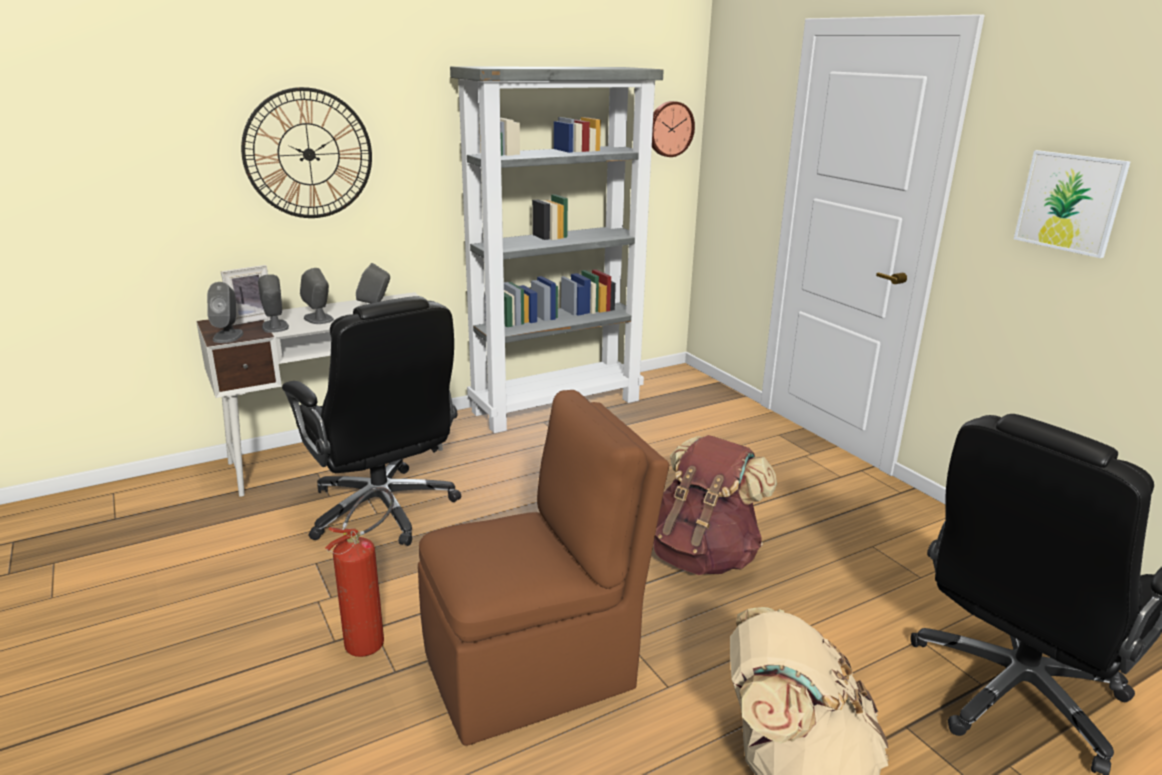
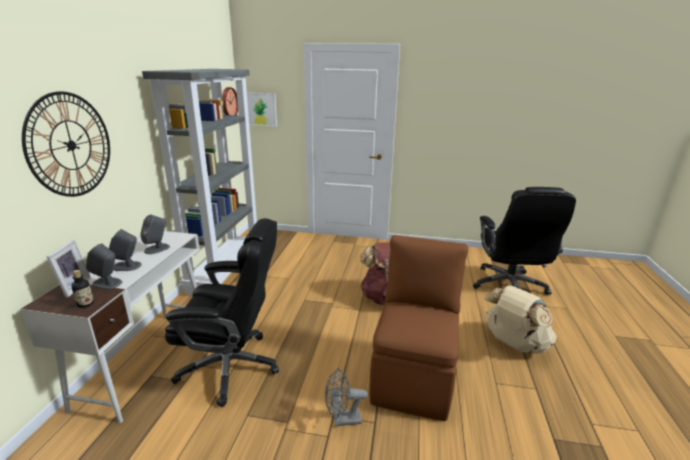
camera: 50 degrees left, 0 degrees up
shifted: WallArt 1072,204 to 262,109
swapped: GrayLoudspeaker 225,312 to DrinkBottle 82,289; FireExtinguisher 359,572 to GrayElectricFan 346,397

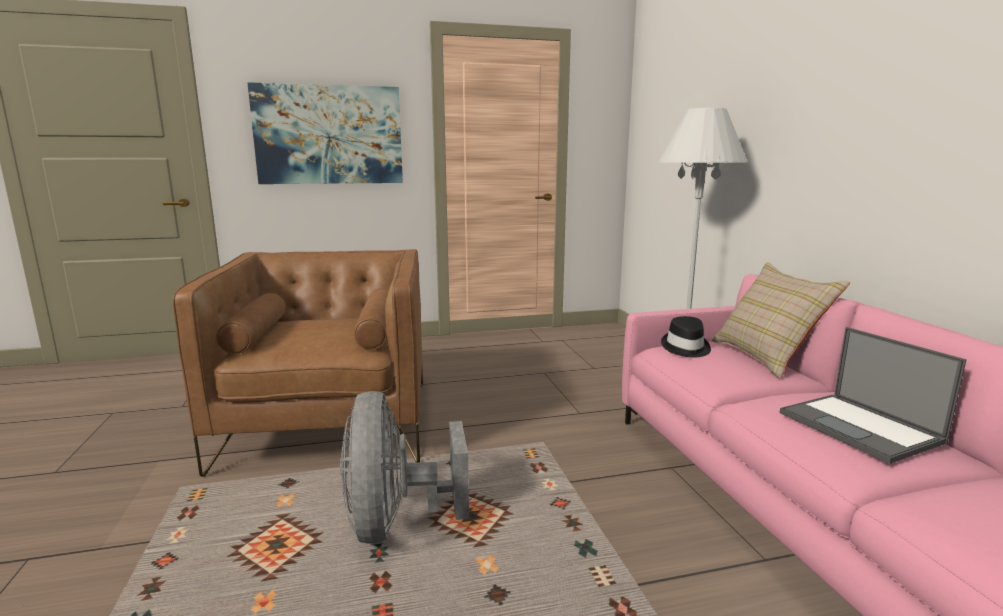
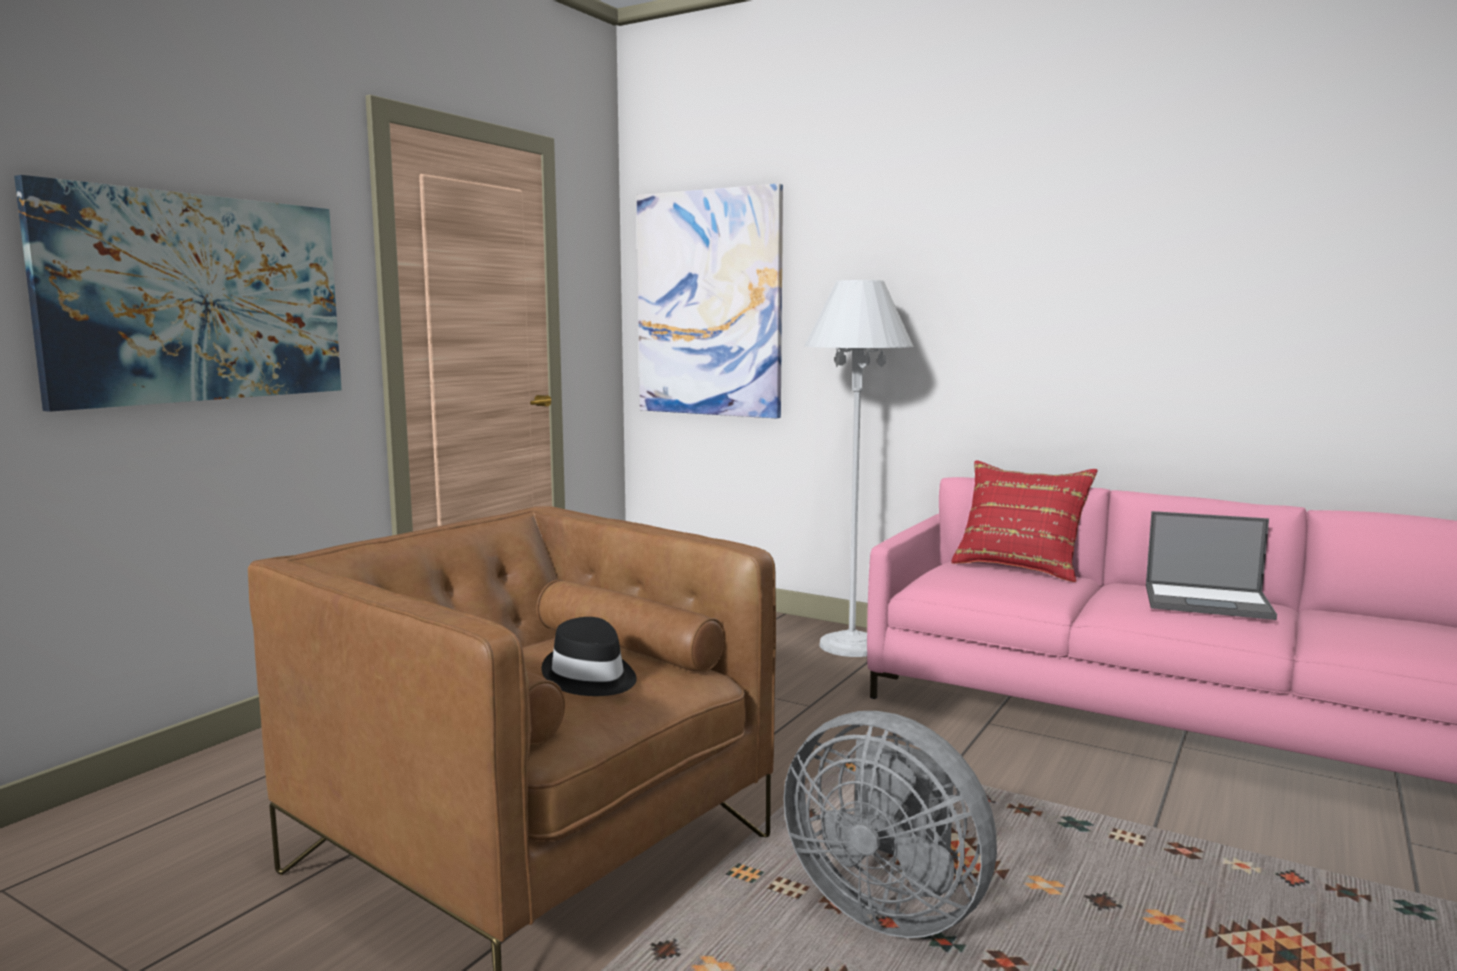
camera: 45 degrees left, 5 degrees down
new: WallArt 710,300
shifted: BlackColouredClothingHat 686,336 to 589,656
repainted: SandColouredPillow 780,320 to ReddishPillow 1024,521

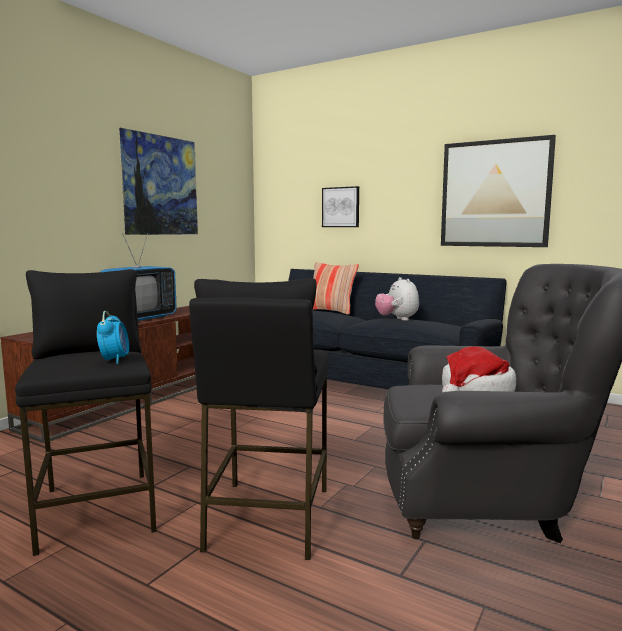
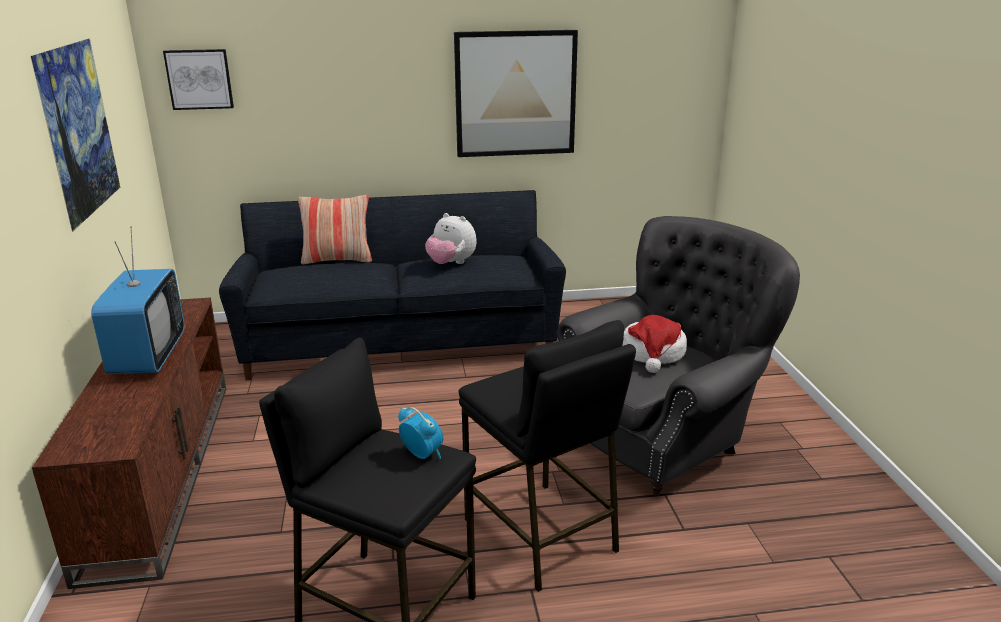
camera: 40 degrees left, 15 degrees up
shifted: WallArt 340,206 to 198,79

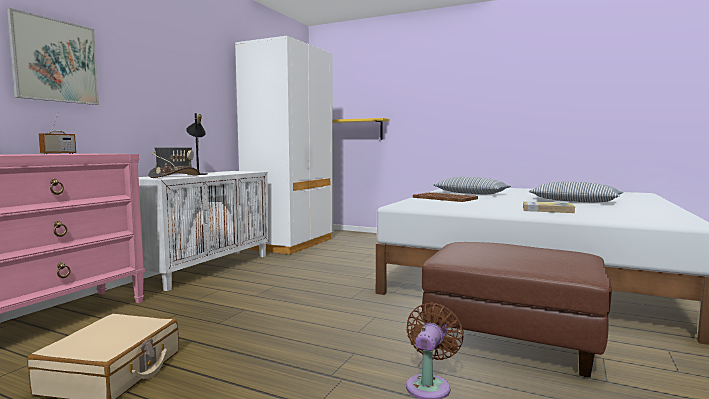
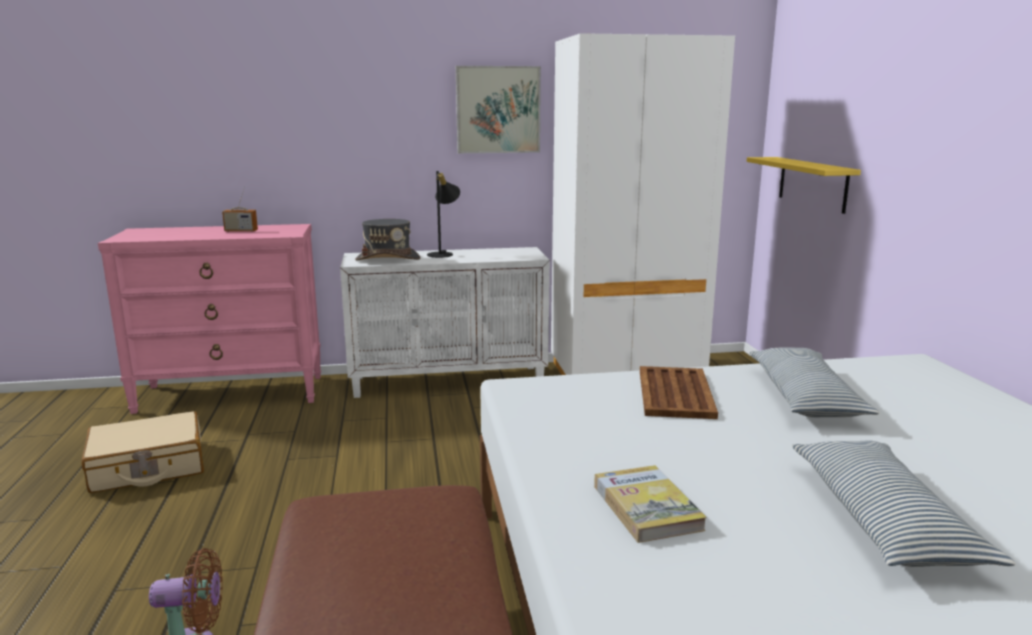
camera: 55 degrees right, 10 degrees up
shifted: WallArt 53,56 to 498,109

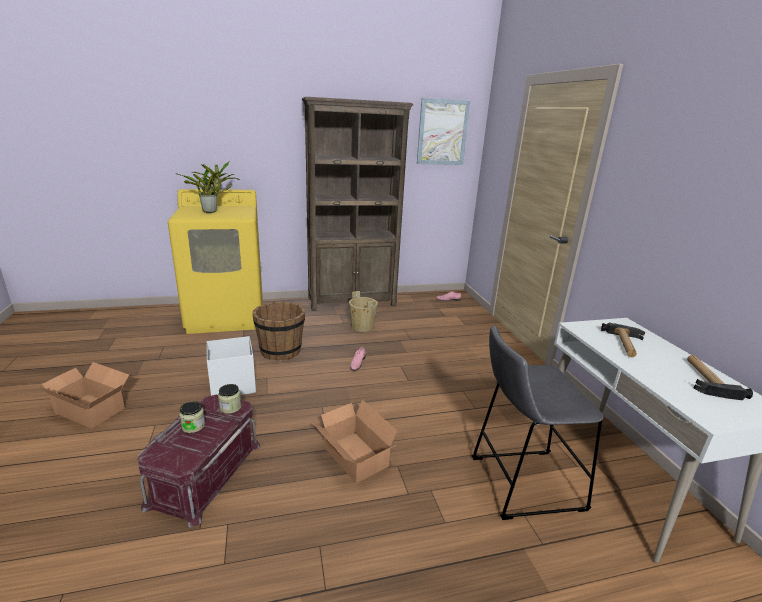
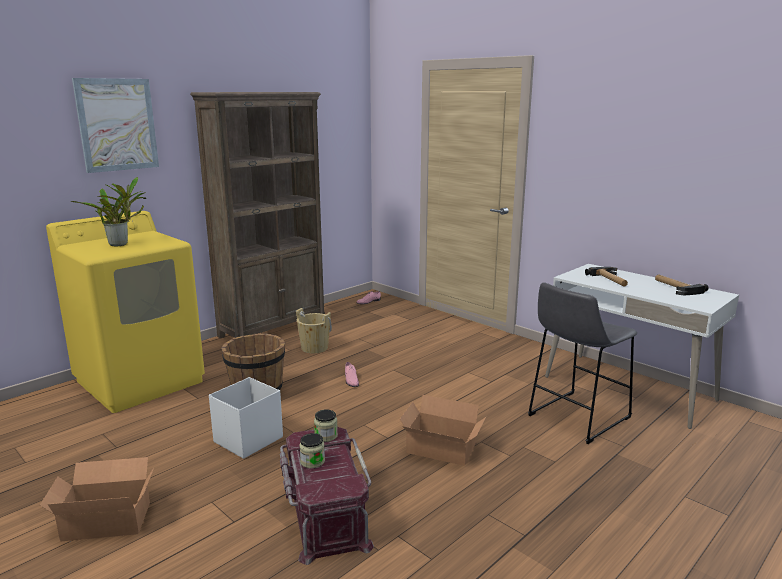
camera: 30 degrees left, 5 degrees down
shifted: WallArt 443,131 to 115,125

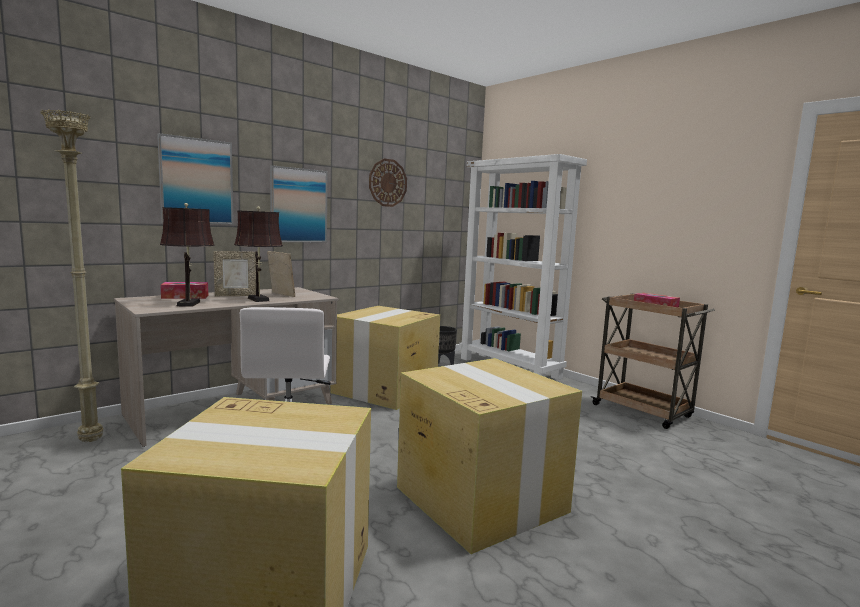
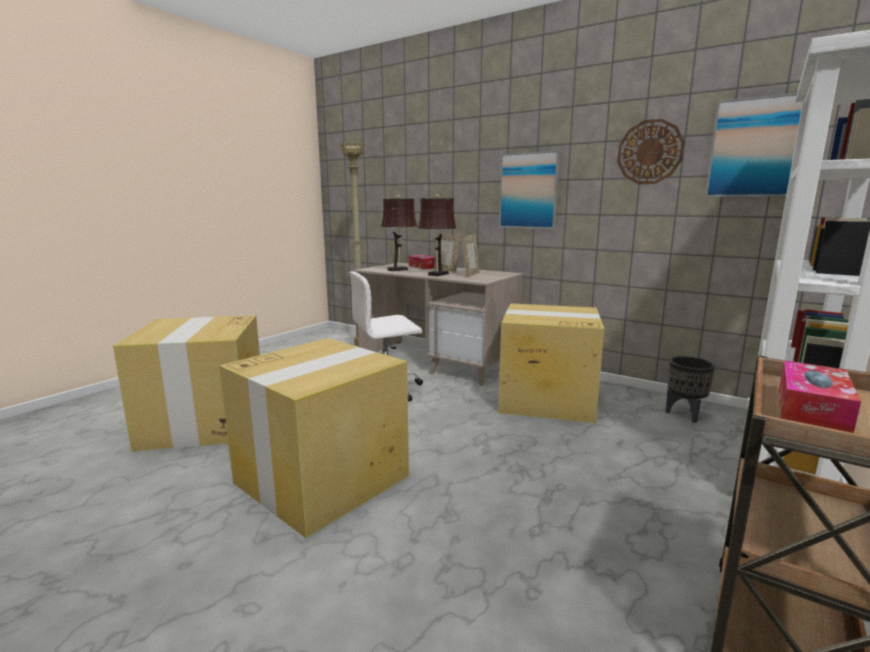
camera: 75 degrees right, 5 degrees up
shifted: WallArt 195,178 to 754,145

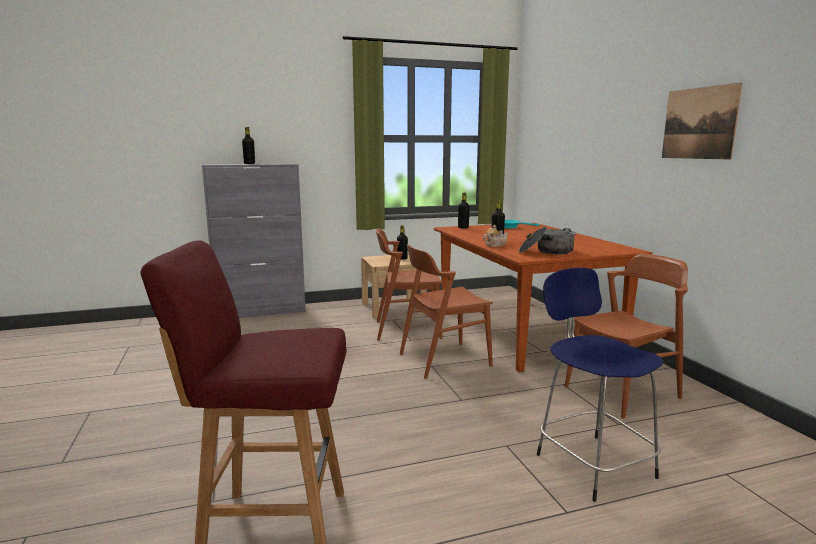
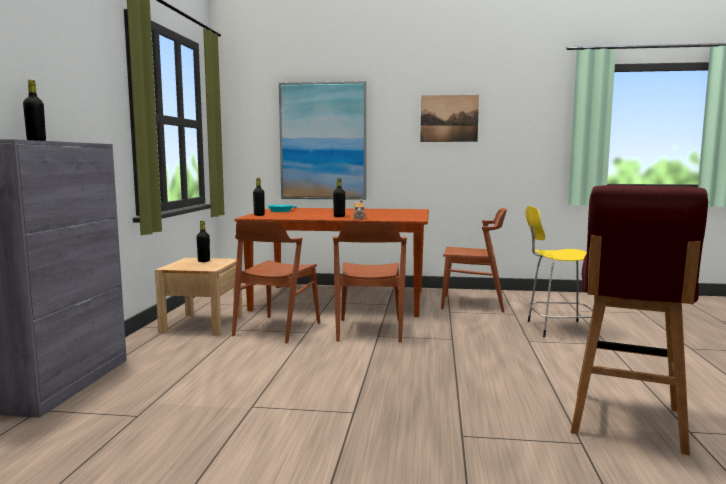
camera: 65 degrees left, 5 degrees down
gone: CookingPot 547,240
new: WallArt 322,140
repainted: BlueStoolSeat 600,385 to YellowColouredStoolSeat 560,271
rotated: BrownColouredUprightChair 626,336 = 474,260 105 degrees clockwise

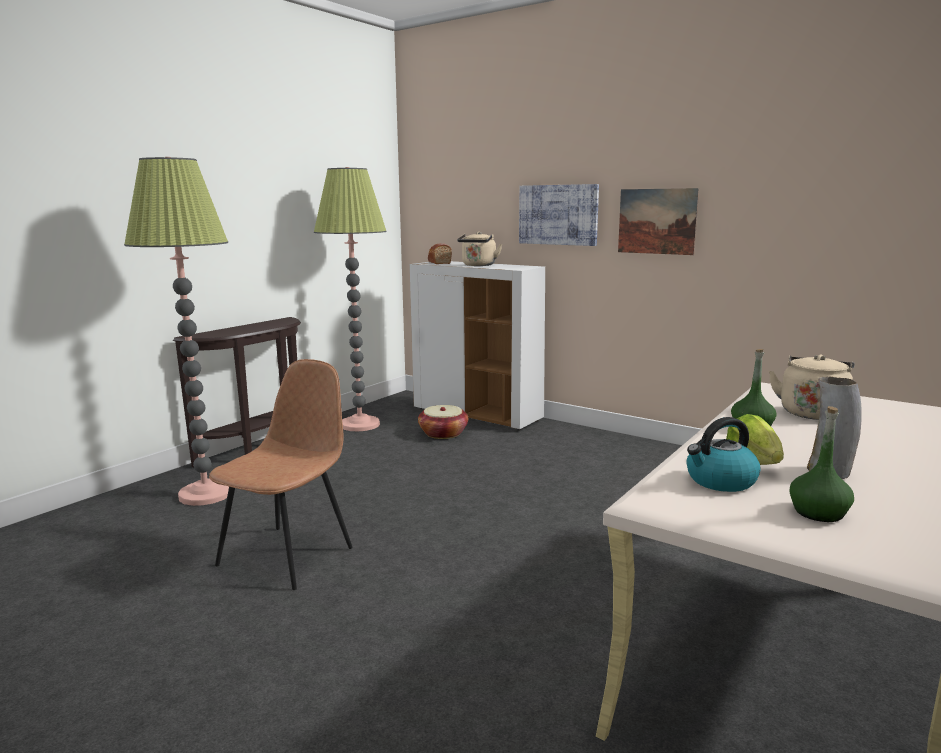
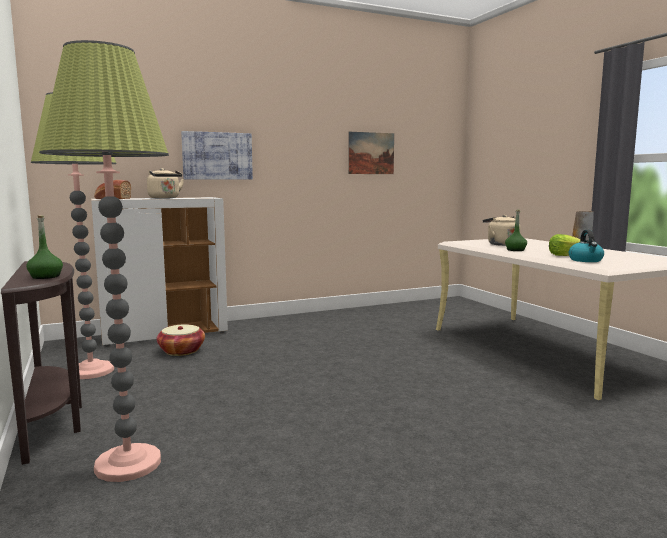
camera: 60 degrees left, 5 degrees down
gone: BrownColouredUprightChair 281,474
shifted: WallArt 658,221 to 371,153; GreenishDrinkBottle 822,464 to 44,247

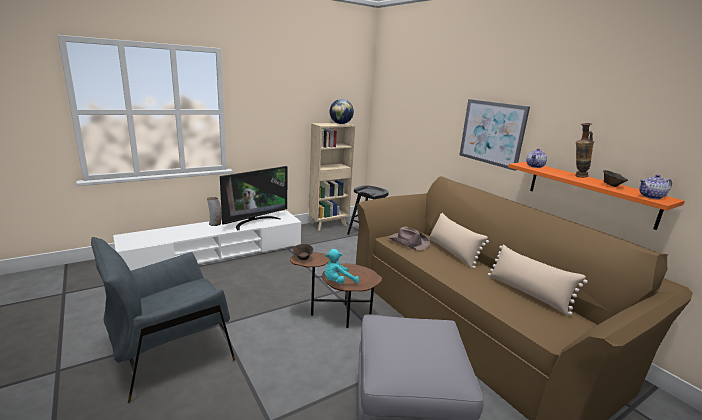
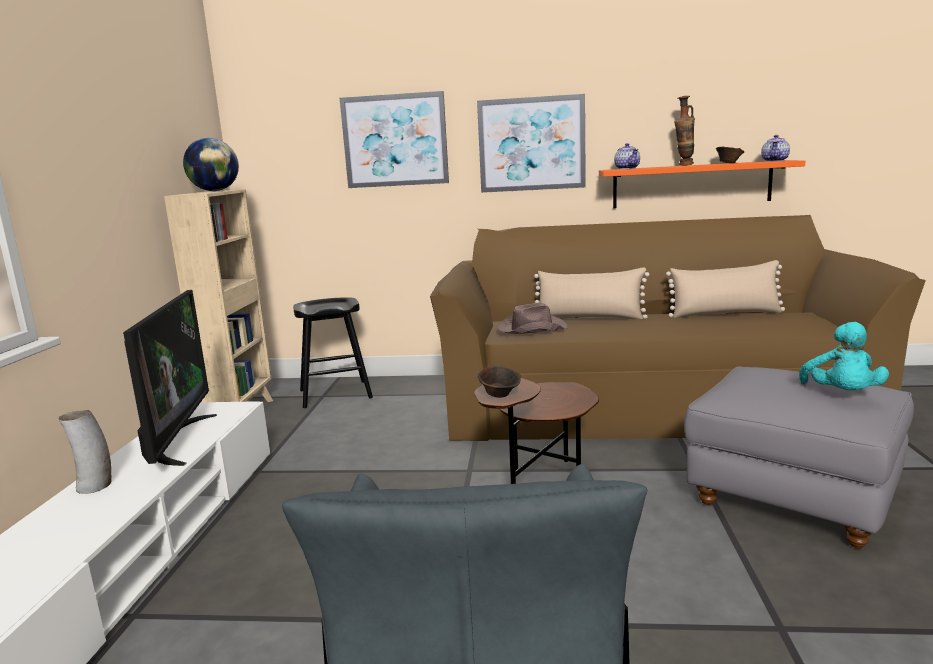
camera: 50 degrees left, 5 degrees down
new: WallArt 394,139
shifted: TurquoiseSoftToy 342,266 to 844,356

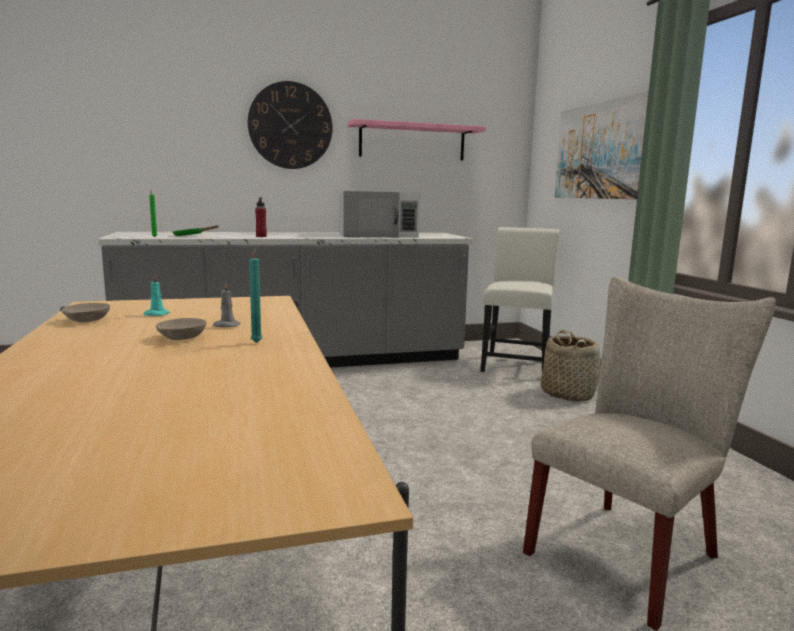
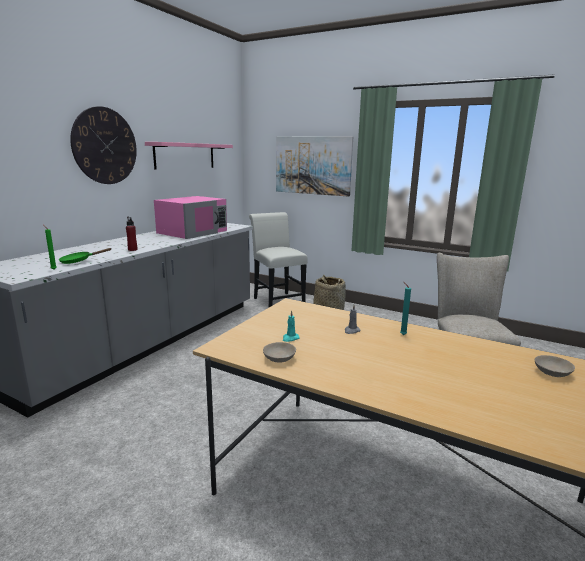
camera: 45 degrees left, 5 degrees up
shifted: SandColouredBowl 181,329 to 555,366
repainted: WhiteKitchenMicrowave 379,214 to PinkColouredKitchenMicrowave 190,217

